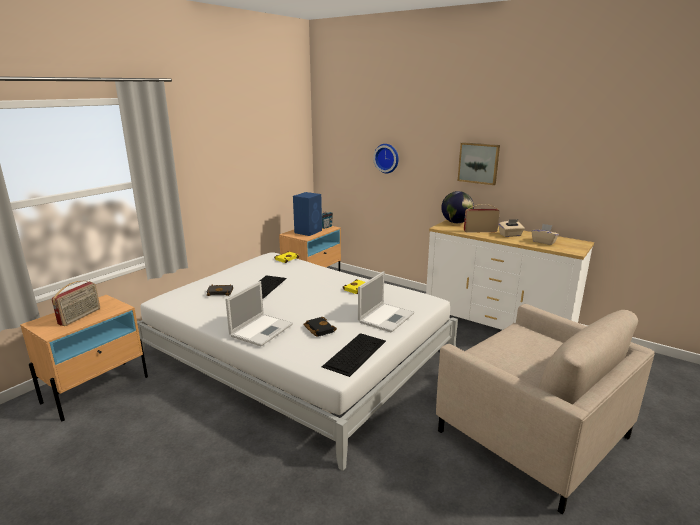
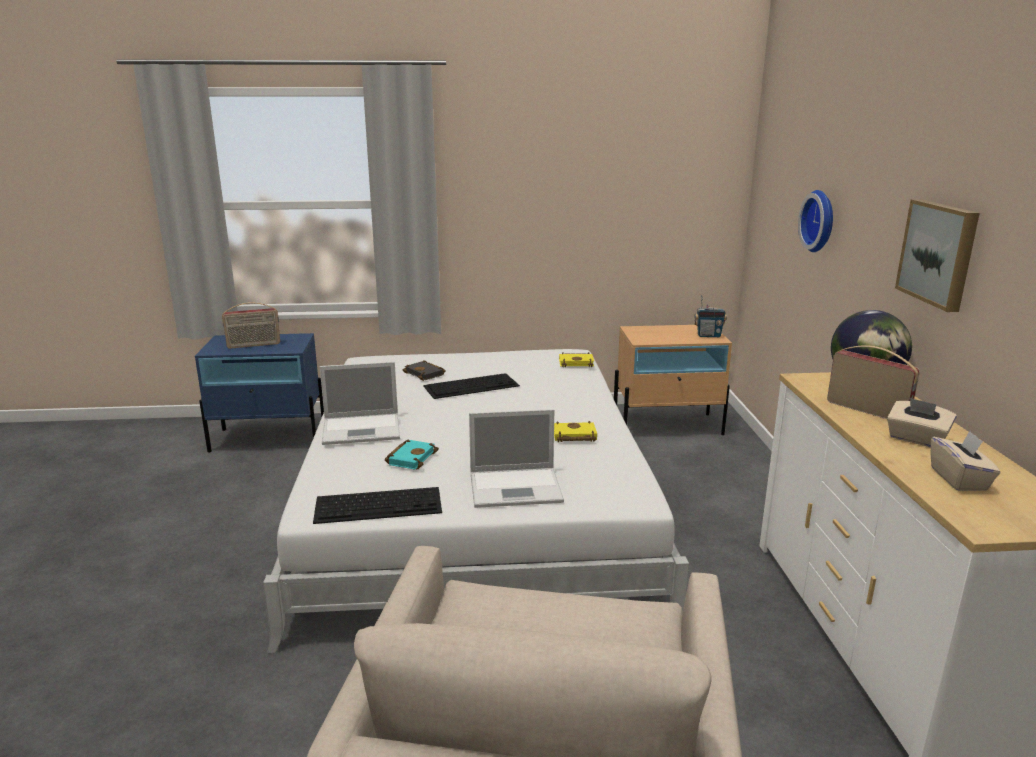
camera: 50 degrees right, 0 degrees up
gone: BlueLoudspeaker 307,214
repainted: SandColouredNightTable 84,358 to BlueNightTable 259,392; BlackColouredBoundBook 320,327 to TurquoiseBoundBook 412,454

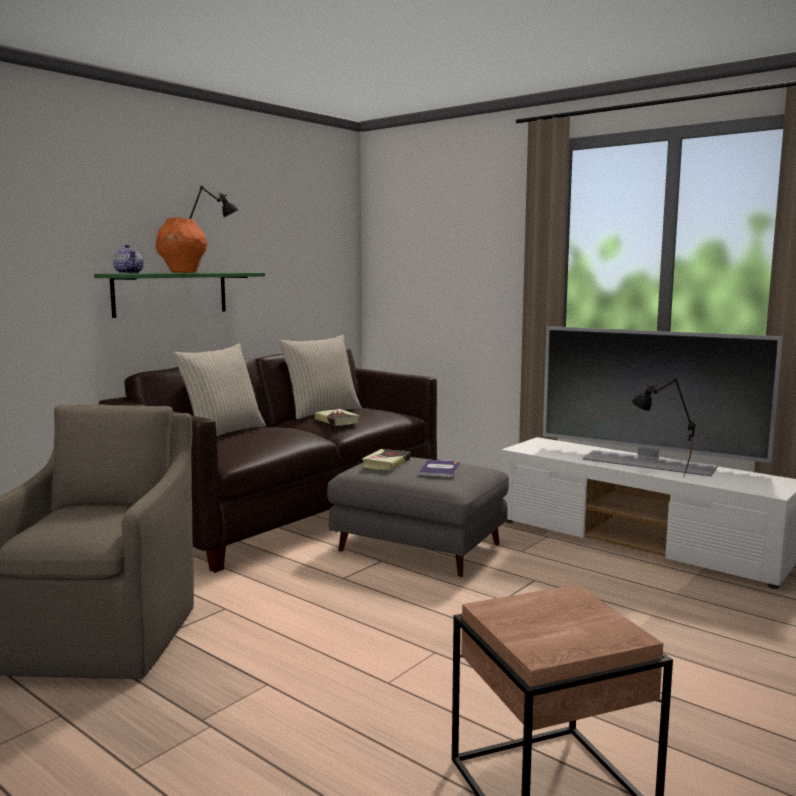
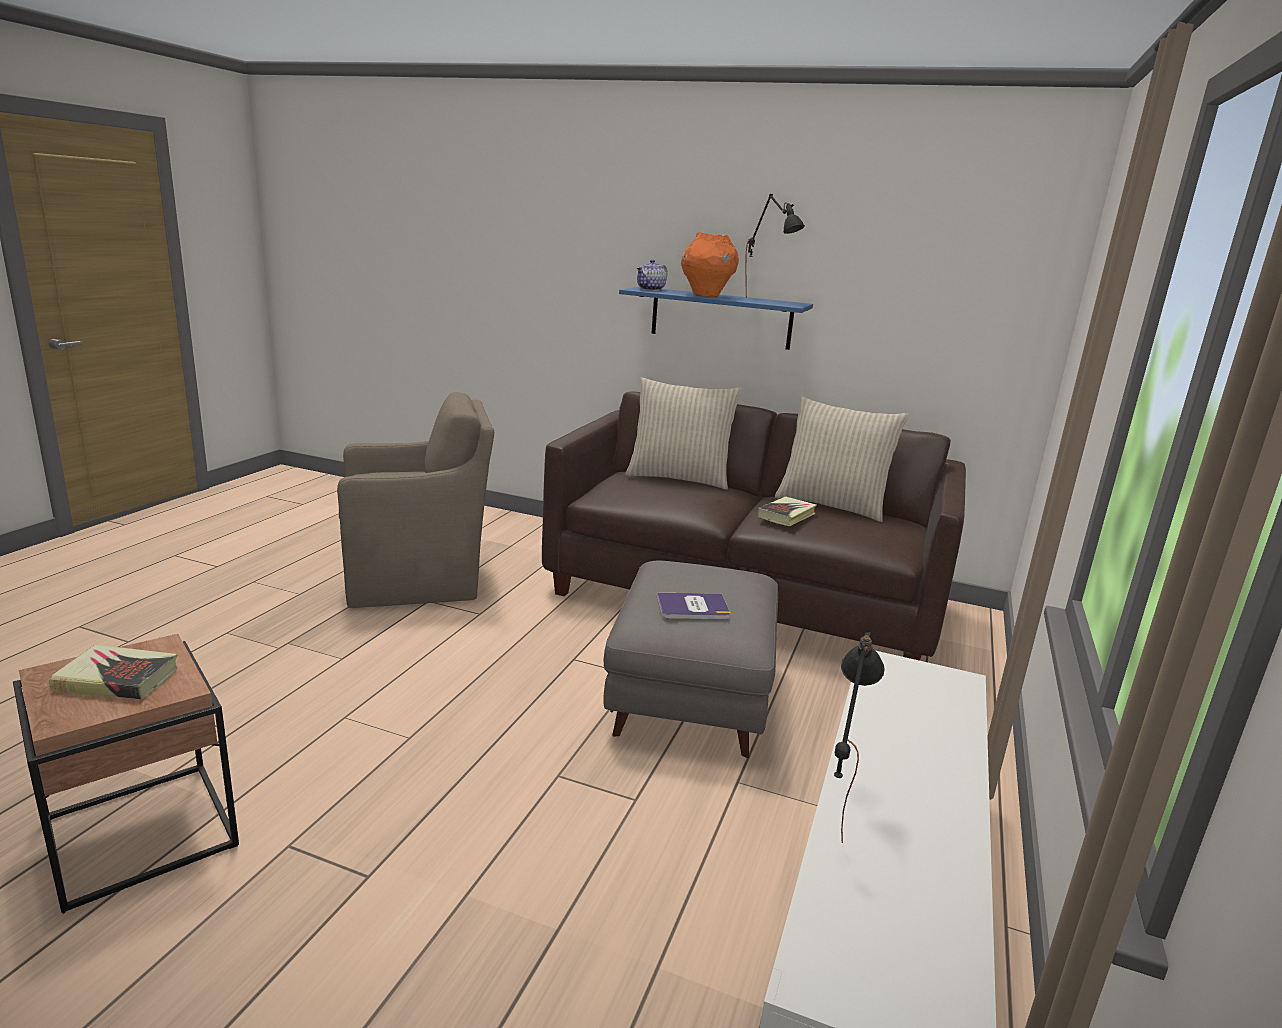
camera: 70 degrees right, 10 degrees up
gone: Tv 663,401
shifted: BoundBook 386,460 to 113,672
repainted: GreenishBracketShelf 179,295 to BlueBracketShelf 716,318

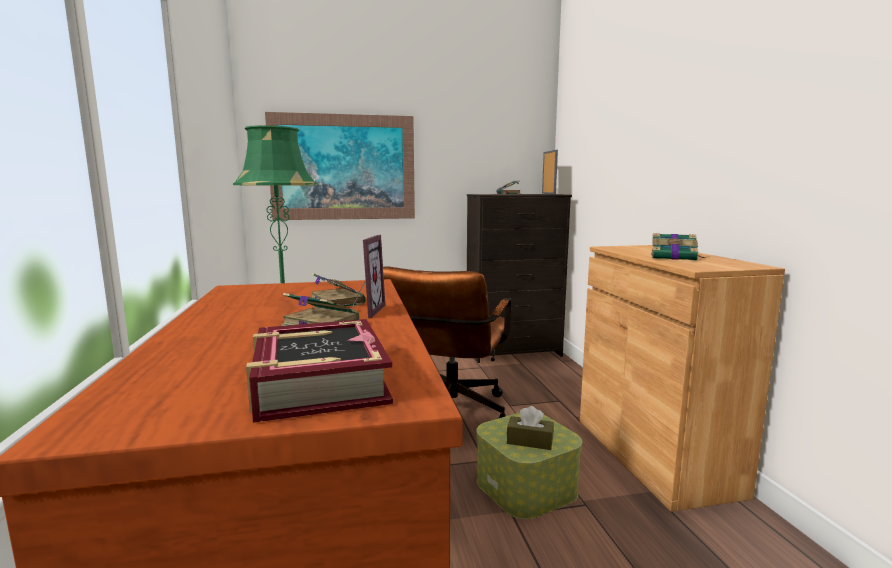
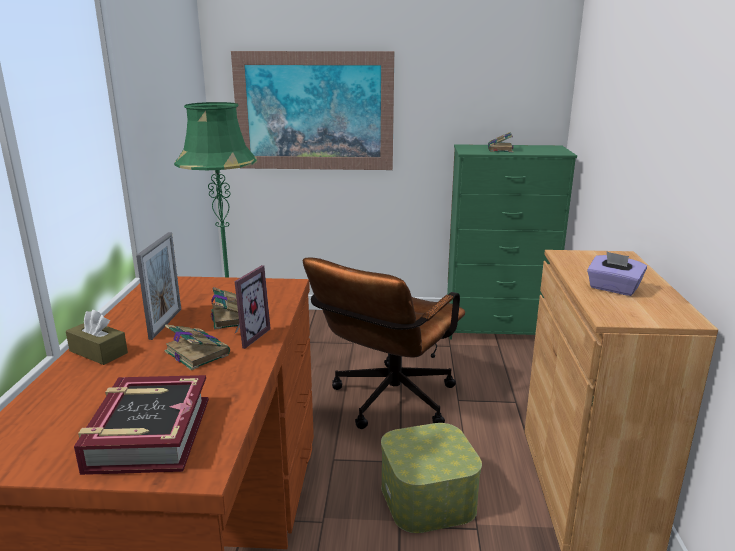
camera: 15 degrees right, 10 degrees up
shifted: PictureFrame 550,172 to 158,286; BrownColouredBoxOfTissues 530,428 to 97,337
swapped: BoundBook 678,247 to PurpleBoxOfTissues 617,274
repainted: BlackColouredDresser 519,278 to GreenishDresser 512,242

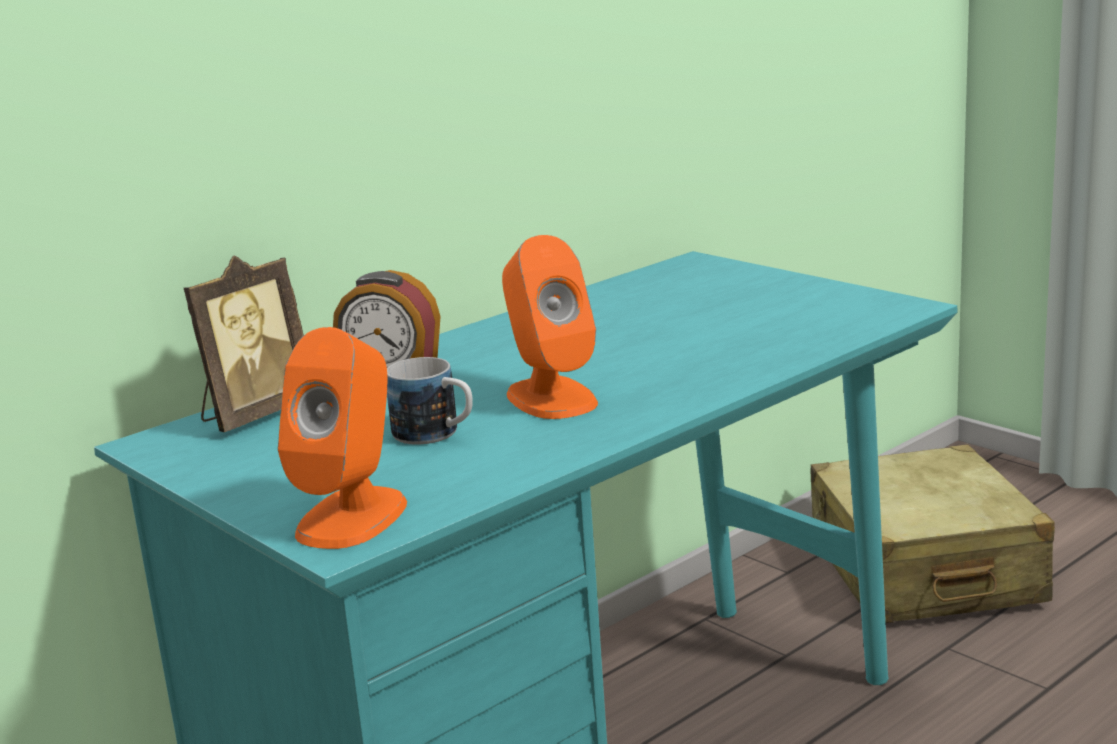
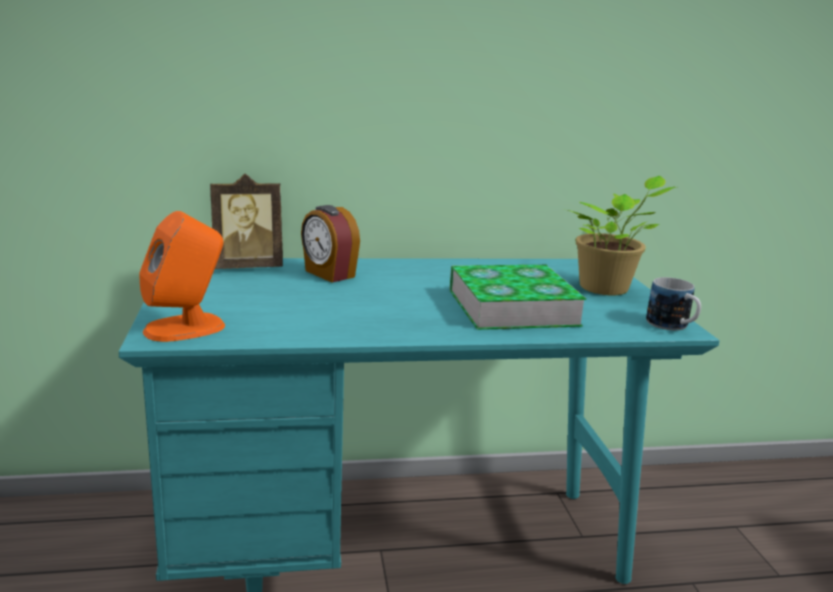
camera: 30 degrees right, 0 degrees up
gone: OrangeLoudspeaker 550,327; SandColouredTravelCase 933,533
new: PlantInAPot 619,235; BoundBook 518,297
shifted: TeaMug 430,401 to 673,303

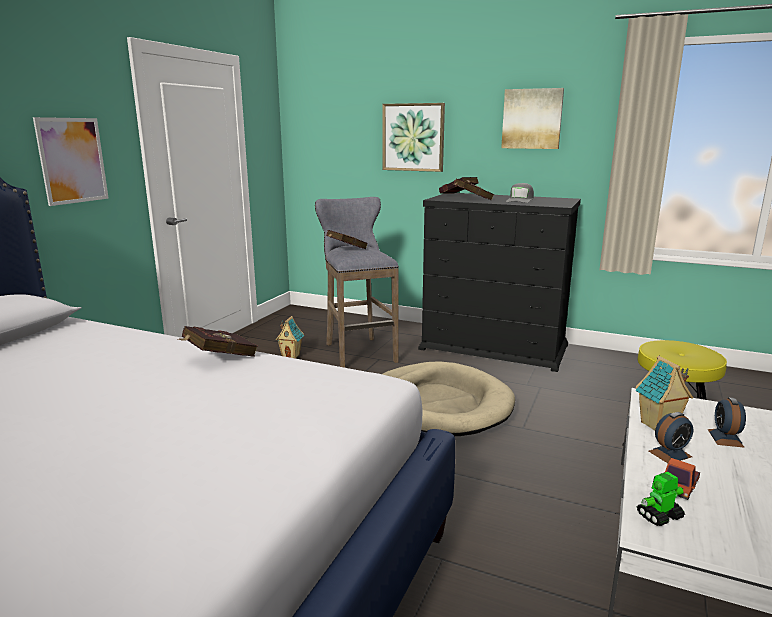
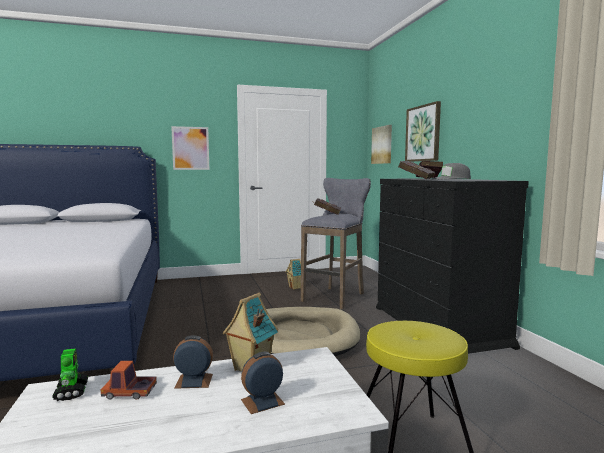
camera: 50 degrees right, 10 degrees down
gone: ReddishBoundBook 218,341
shifted: WallArt 532,118 to 381,144
rotated: AlarmClock 671,437 = 193,362 150 degrees clockwise; RobotFigure 660,499 = 70,374 45 degrees clockwise

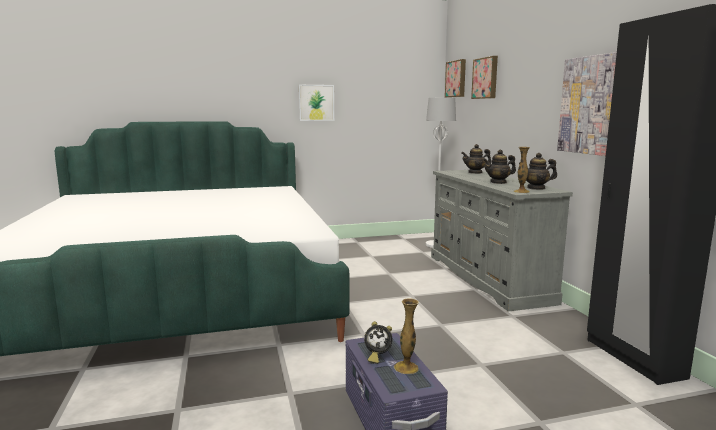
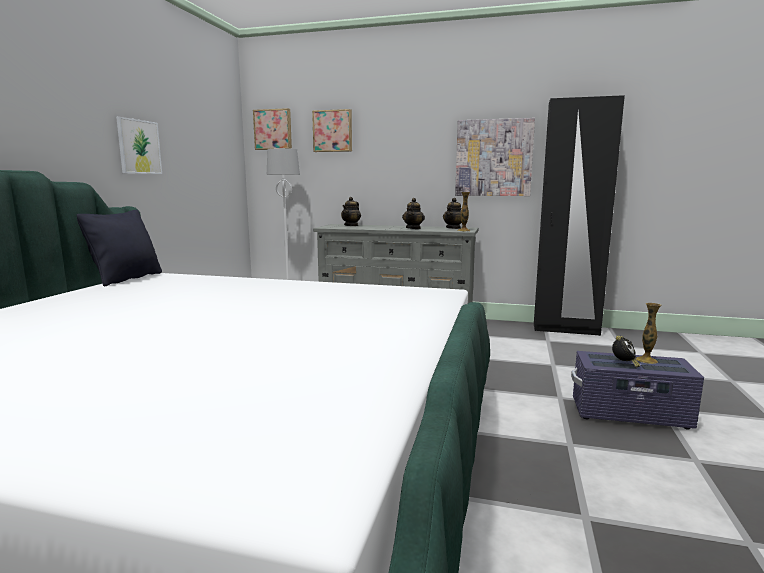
camera: 60 degrees left, 0 degrees up
new: BlackColouredPillow 119,248

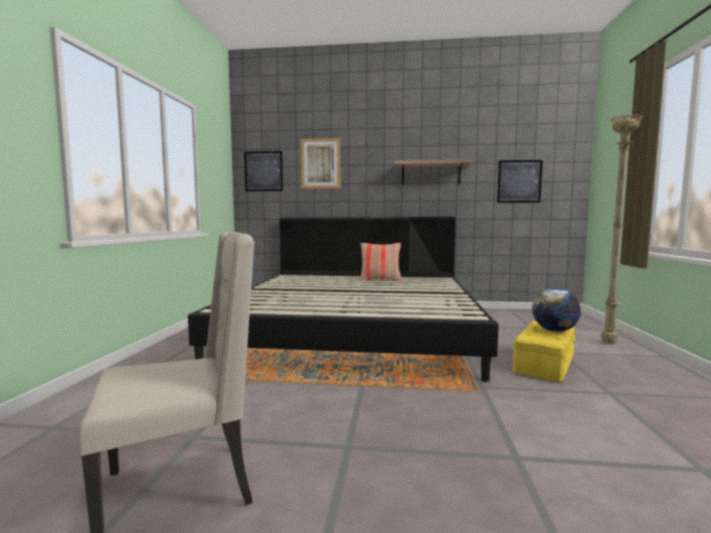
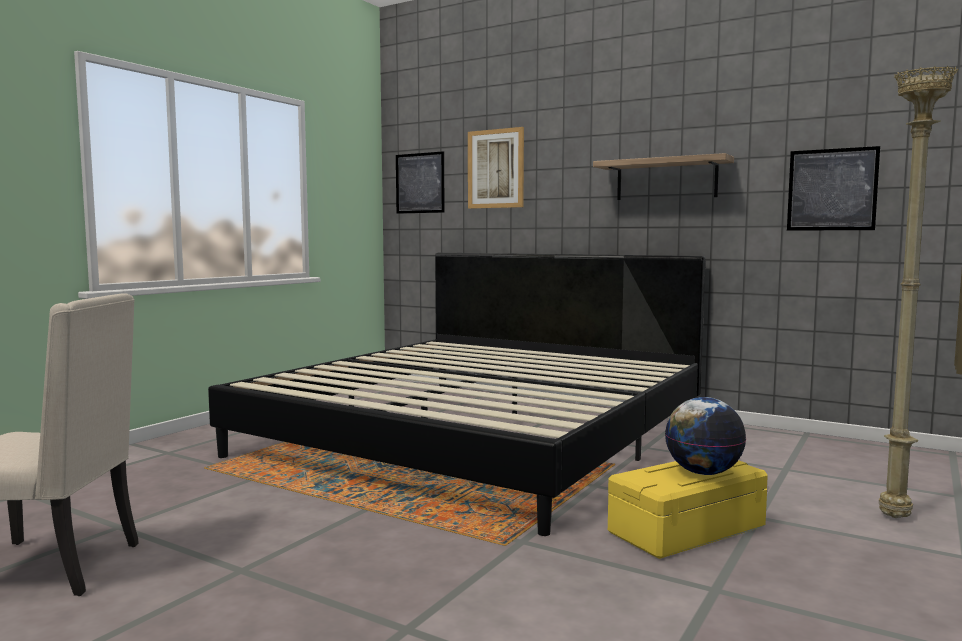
camera: 25 degrees right, 0 degrees up
gone: Pillow 381,262

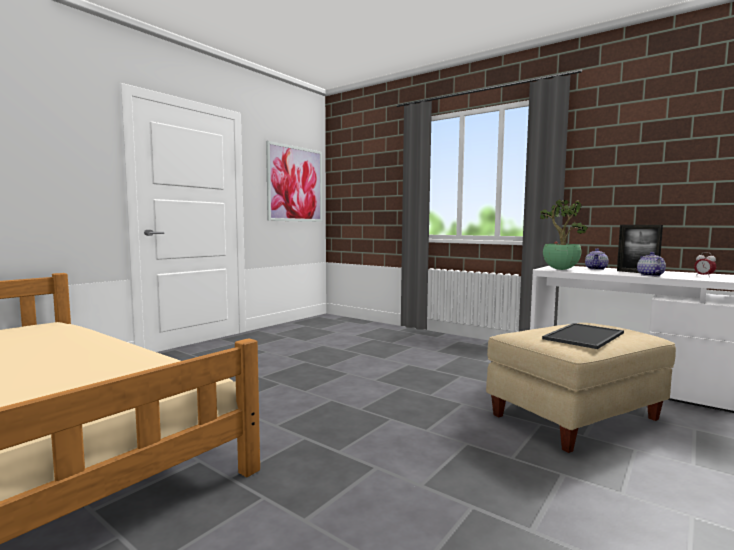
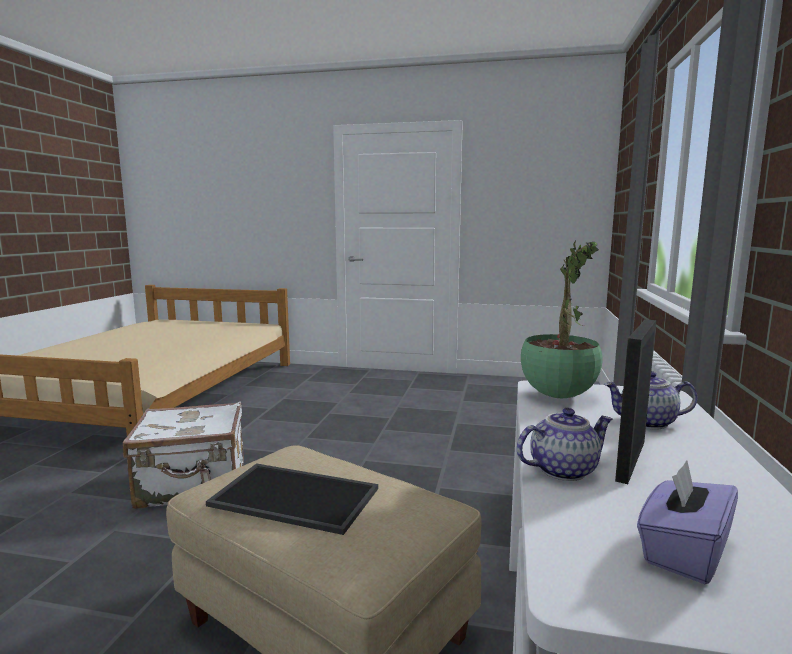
camera: 65 degrees right, 5 degrees up
gone: WallArt 294,181
new: WhiteTravelCase 183,455
swapped: AlarmClock 705,264 to PurpleBoxOfTissues 687,522

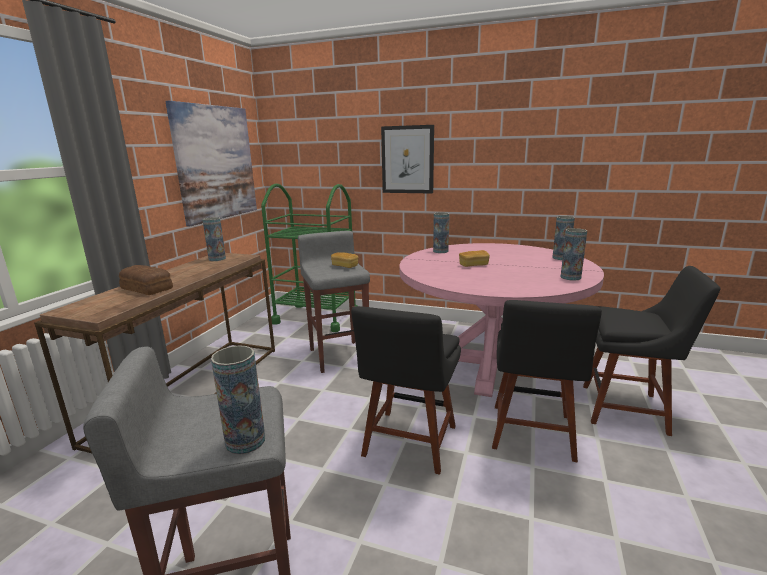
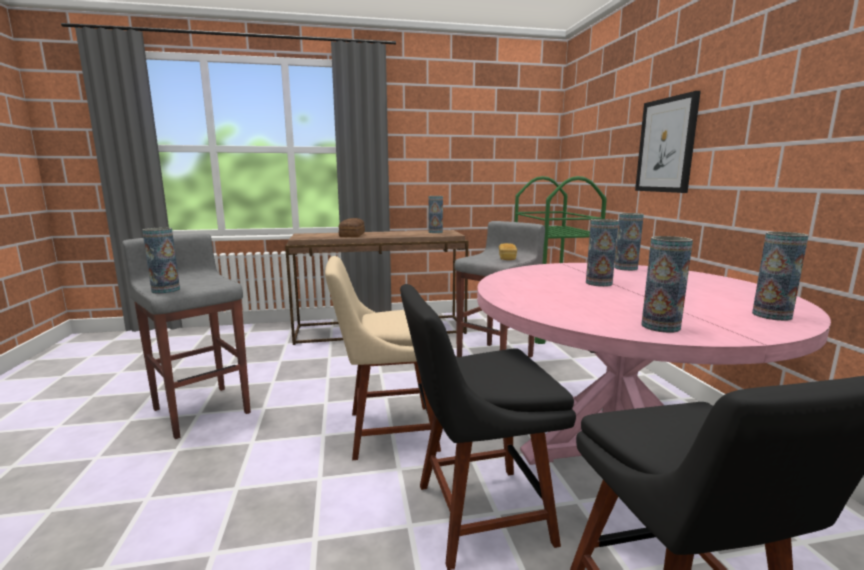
camera: 60 degrees right, 5 degrees down
gone: WallArt 211,164
swapped: BakedBread 474,258 to Vase 602,253
repainted: BlackColouredUprightChair 406,390 to SandColouredUprightChair 383,358

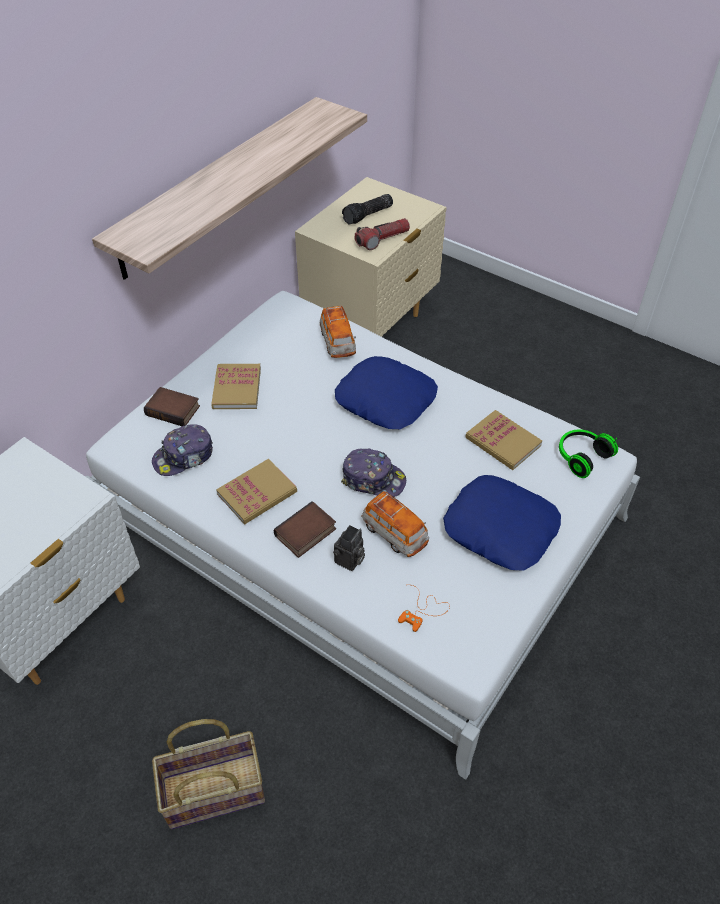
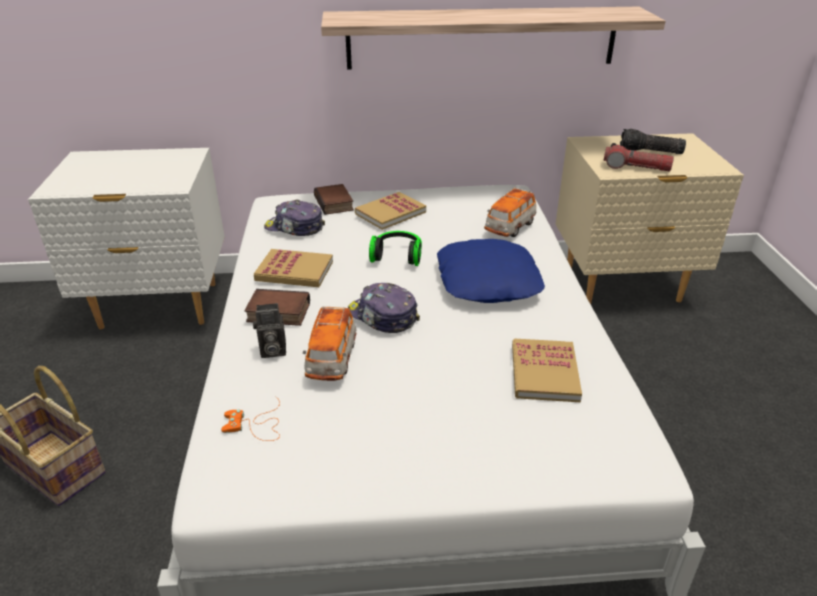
camera: 50 degrees right, 15 degrees down
gone: BluePillow 502,523
shifted: Headphones 588,454 to 395,248
rotated: Cap 373,473 = 384,308 150 degrees clockwise

